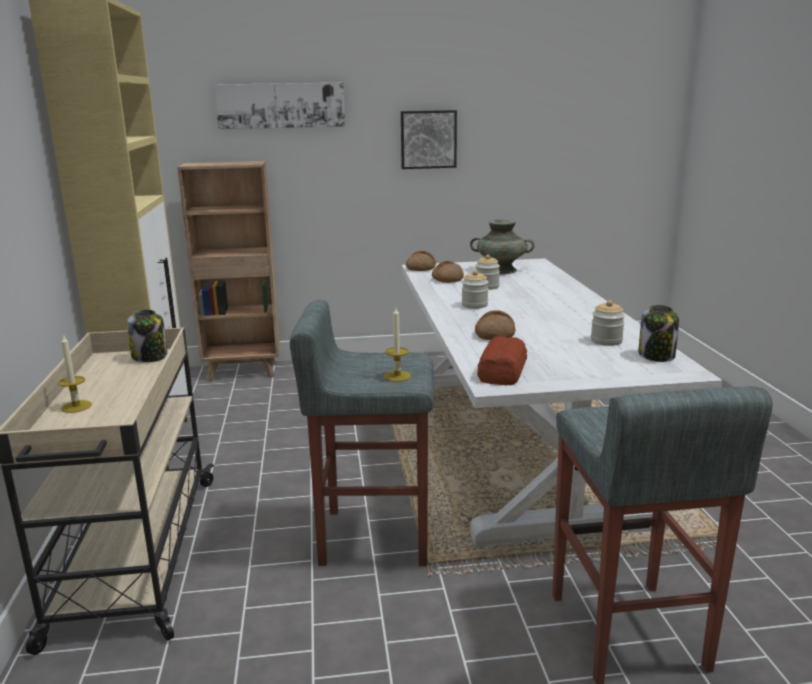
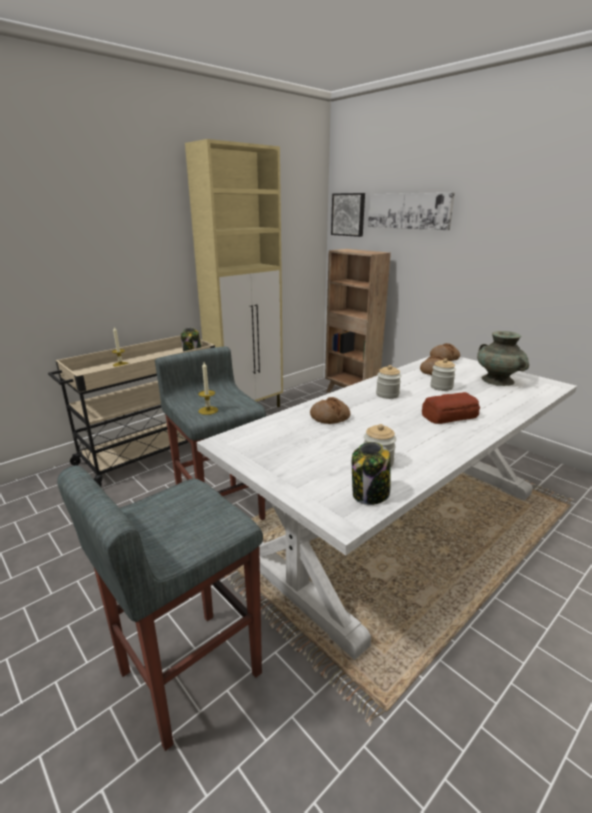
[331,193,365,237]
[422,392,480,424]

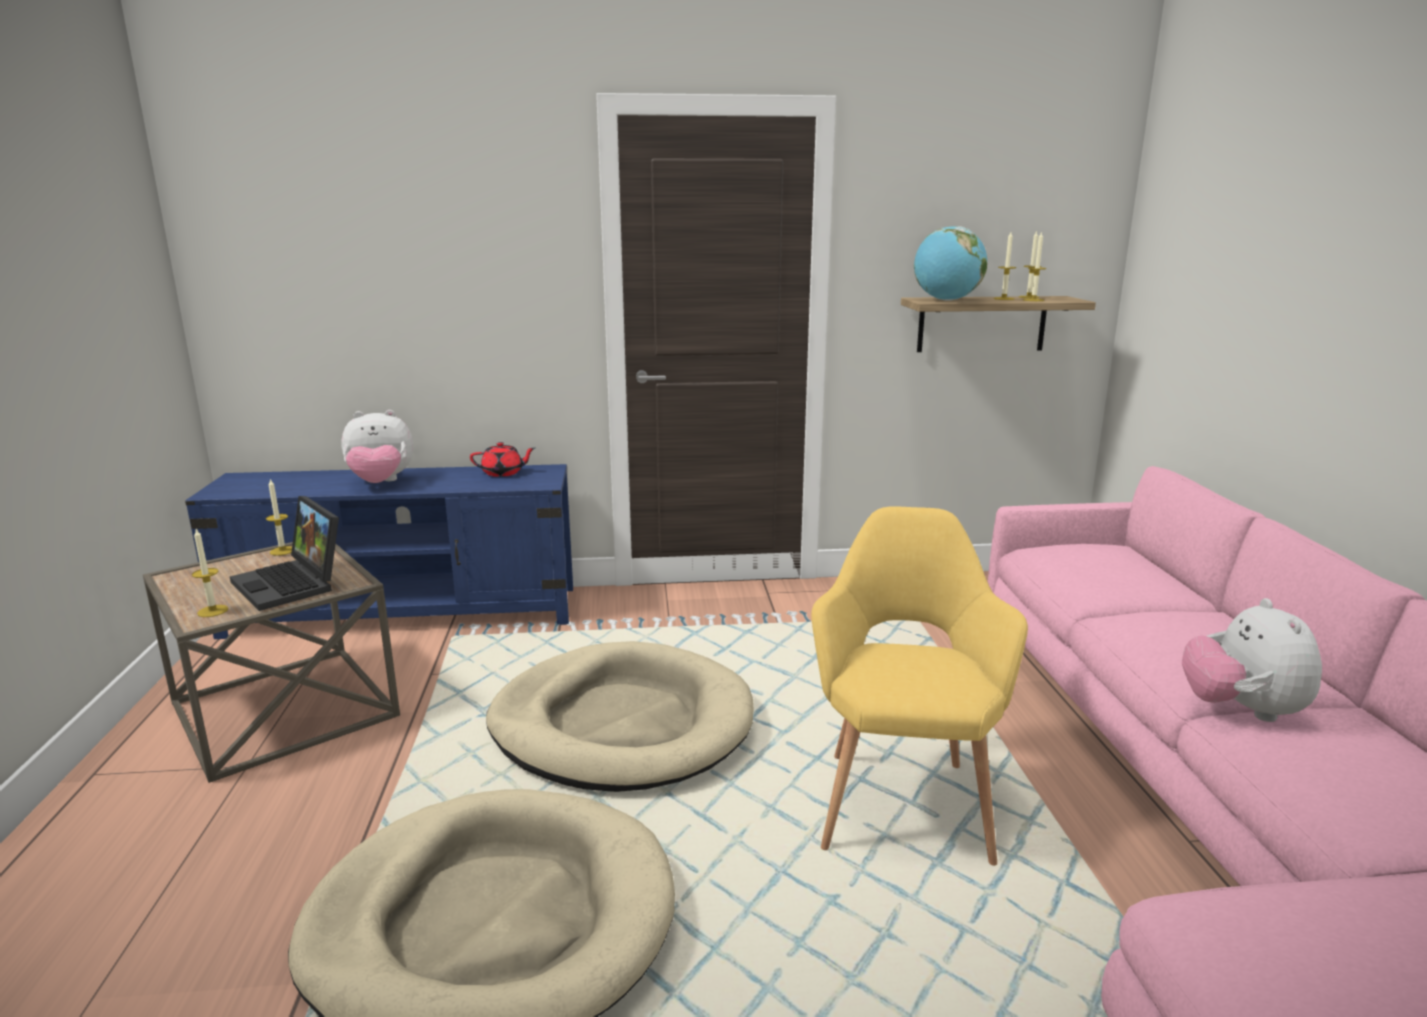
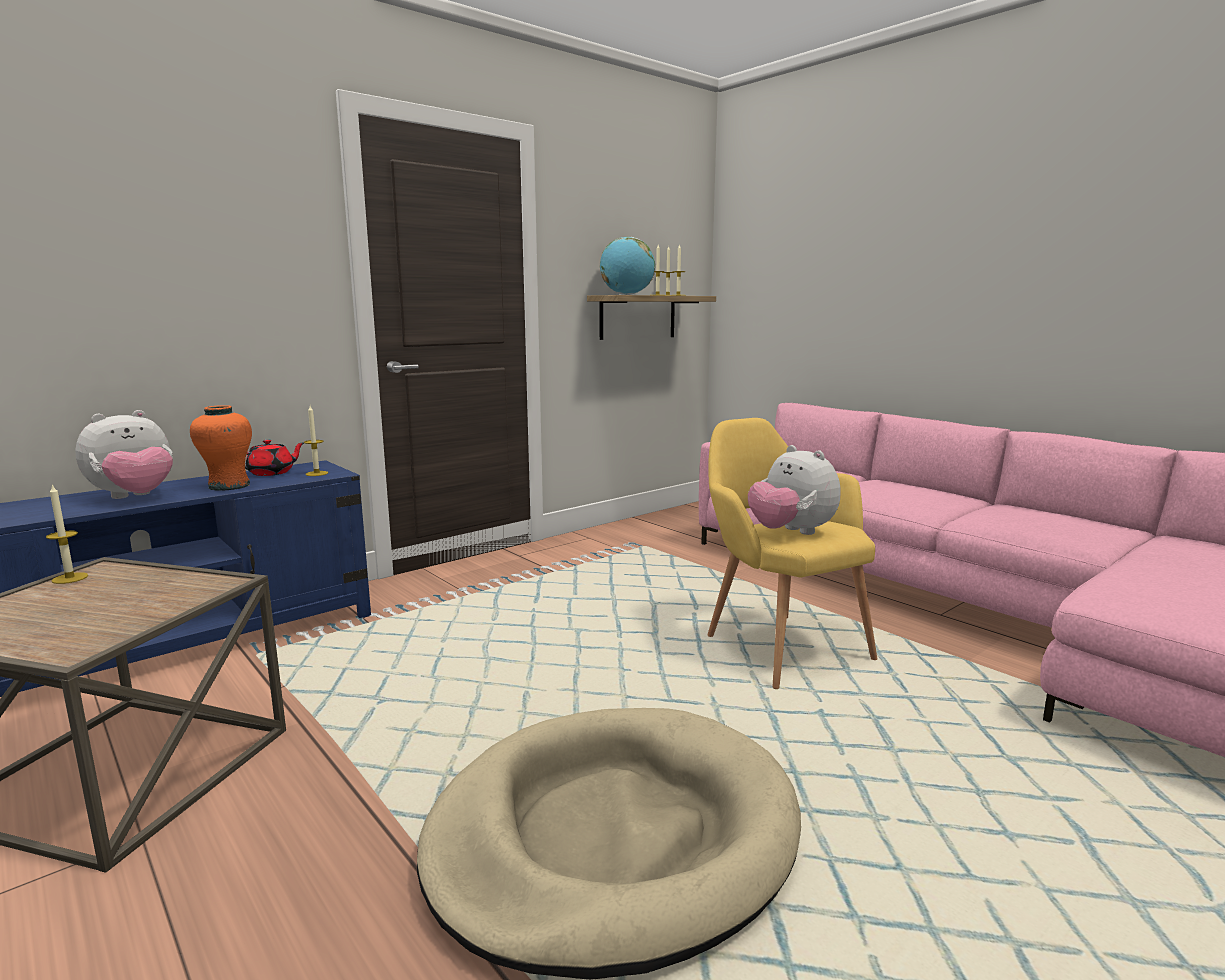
[230,496,339,611] (first image)
[486,641,754,792] (first image)
[190,405,252,491]
[304,406,328,476]
[748,445,840,535]

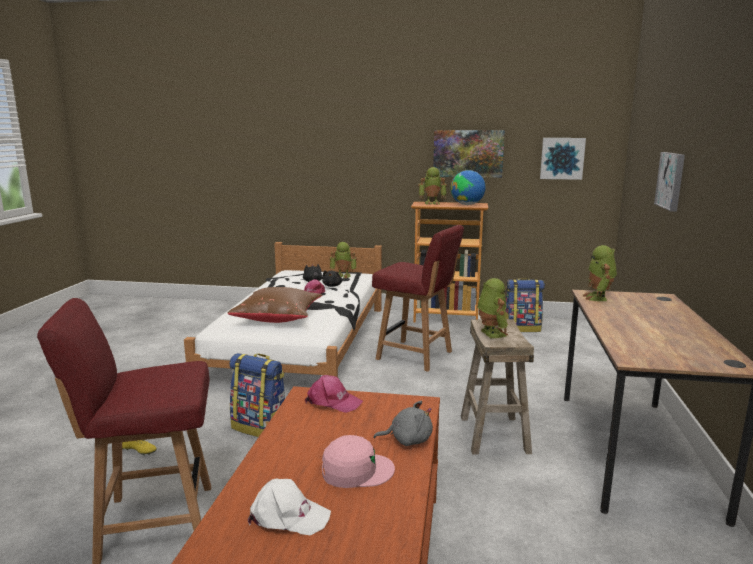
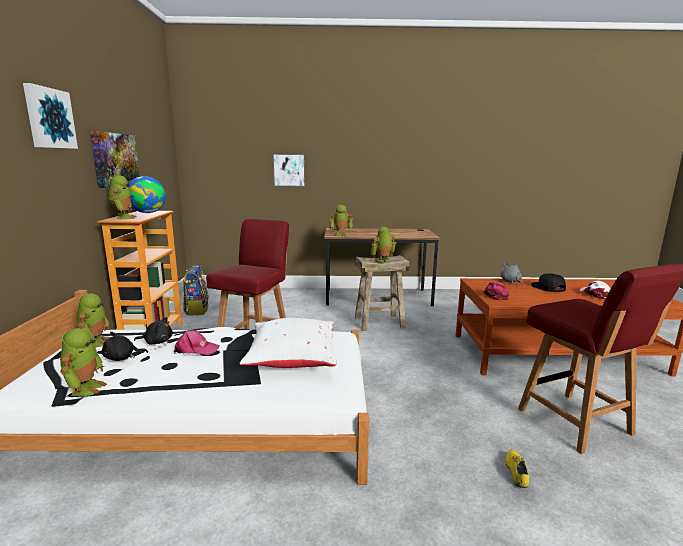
[229,353,285,437] (first image)
[60,328,107,396]
[23,83,78,149]
[240,318,337,368]
[531,273,566,292]

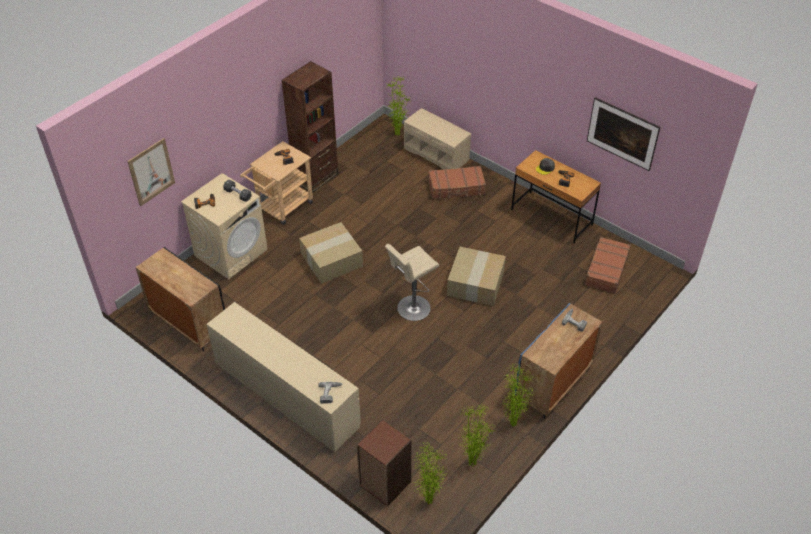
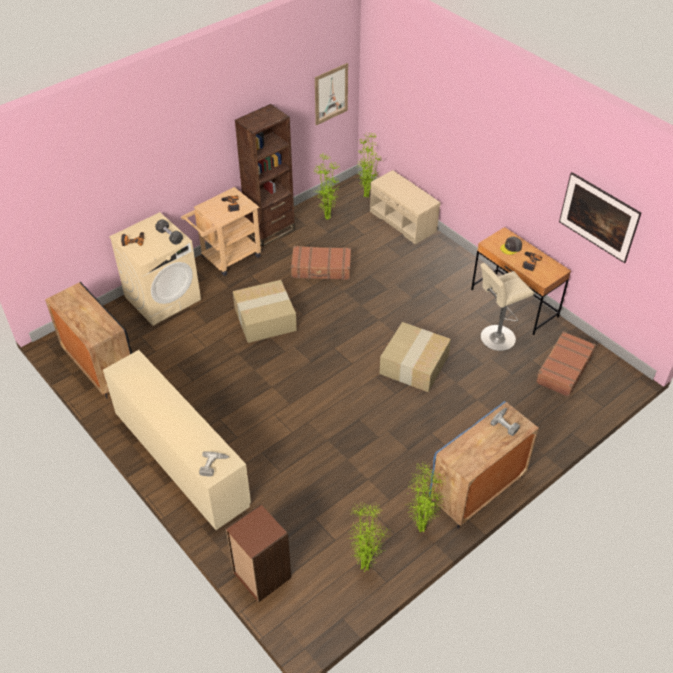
[315,63,348,125]
[480,263,534,351]
[313,152,339,219]
[291,246,351,280]

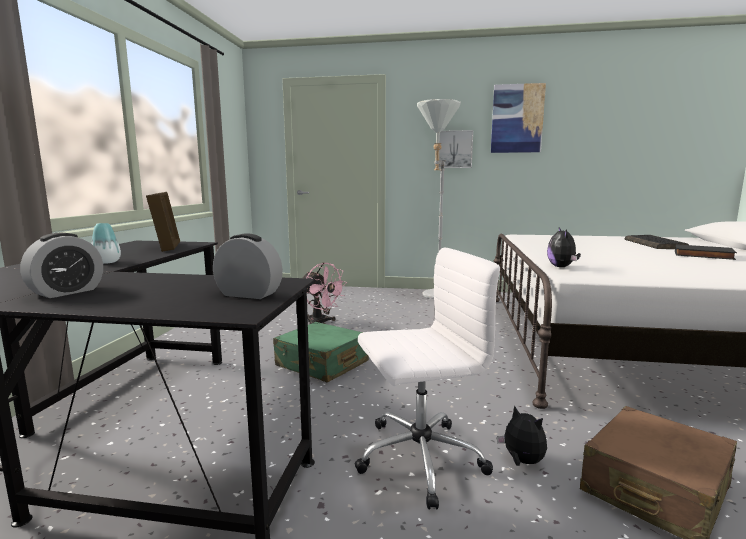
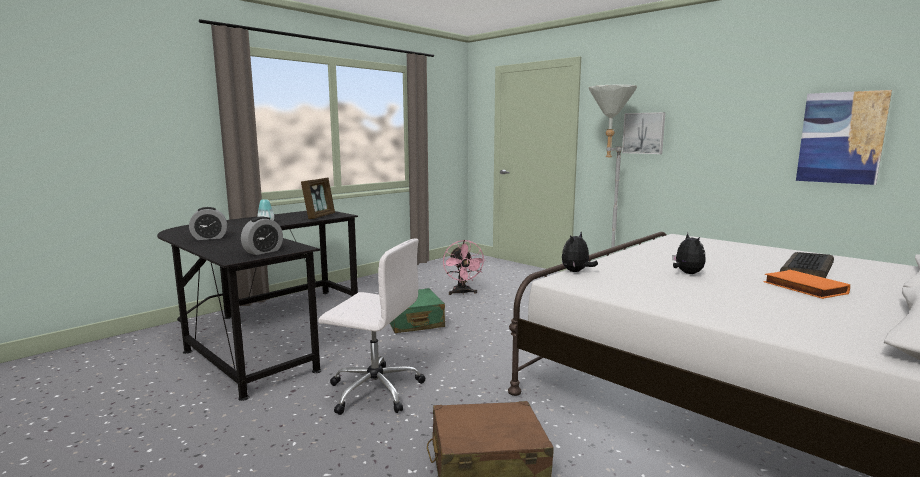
[796,90,892,185]
[672,233,706,274]
[764,270,850,299]
[241,217,283,255]

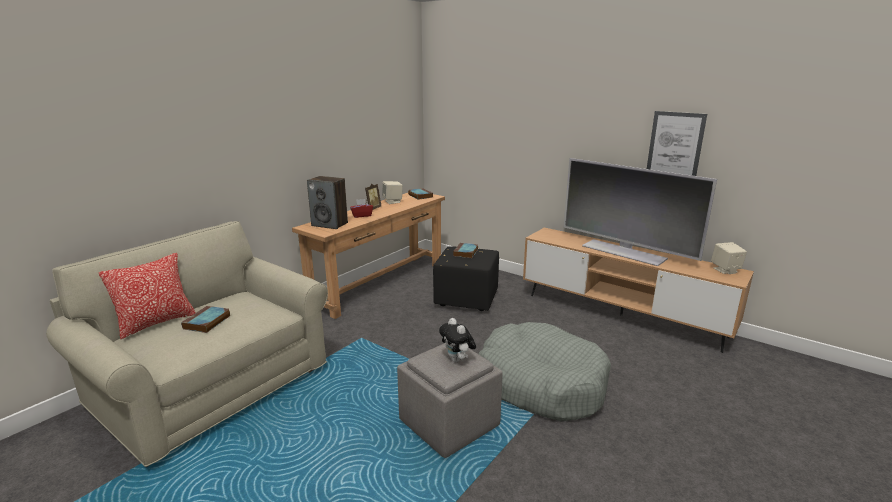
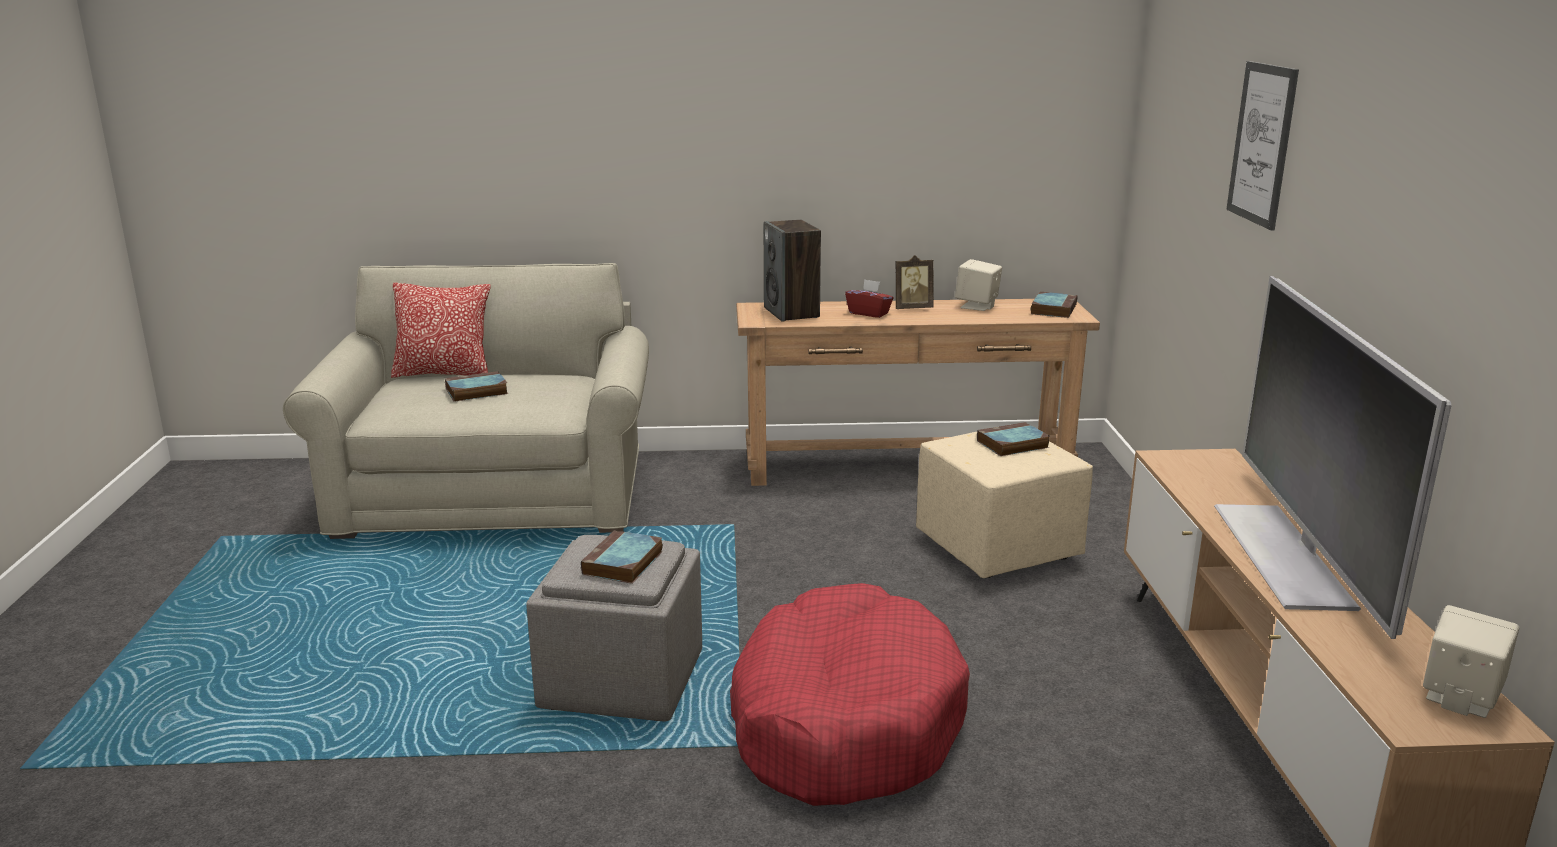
[1226,61,1299,231]
[581,530,663,584]
[916,432,1093,578]
[730,583,970,806]

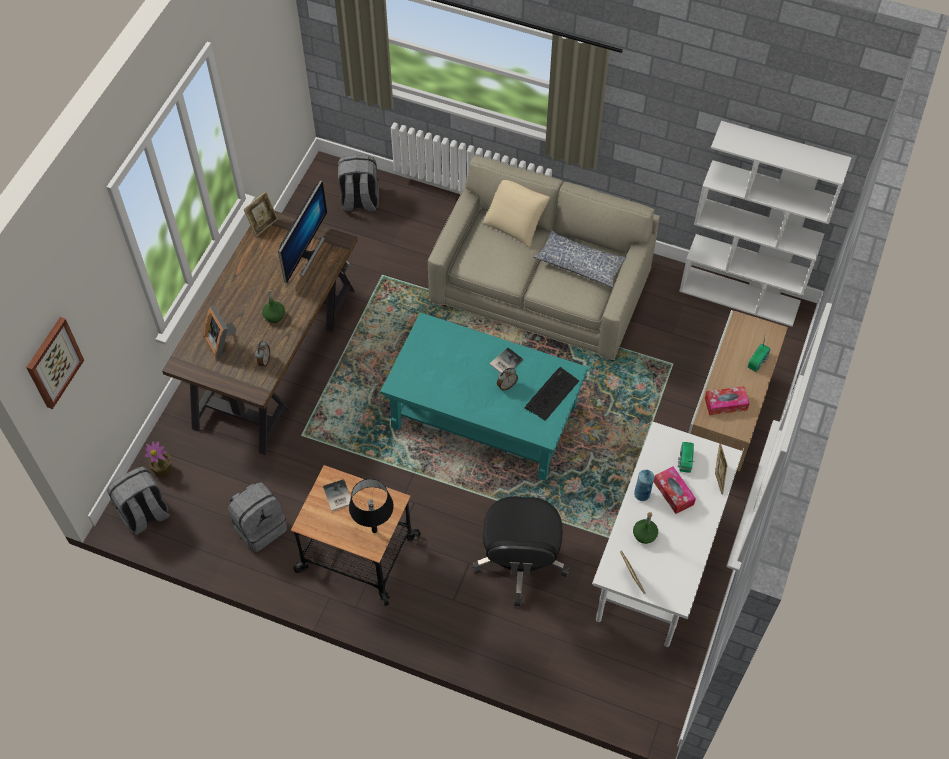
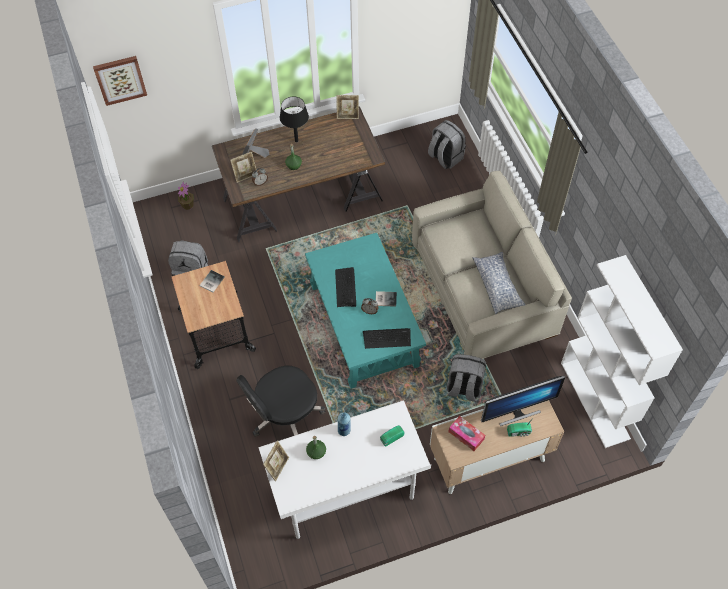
[483,180,550,248] (first image)
[654,466,696,514] (first image)
[335,267,356,307]
[447,354,486,402]
[481,376,565,426]
[280,96,309,142]
[230,151,257,183]

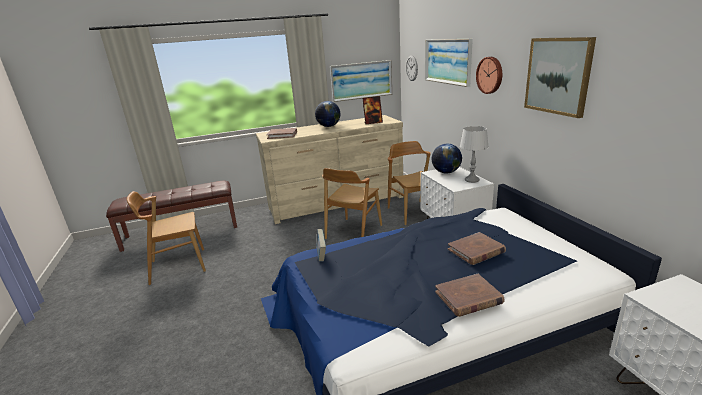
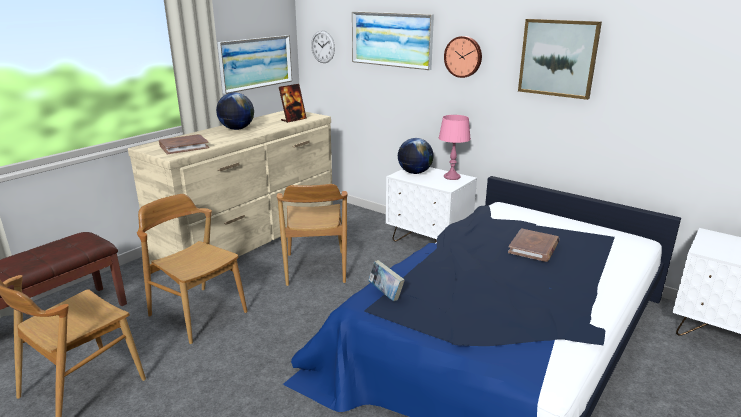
[435,274,505,317] (first image)
[137,194,247,344]
[439,115,471,180]

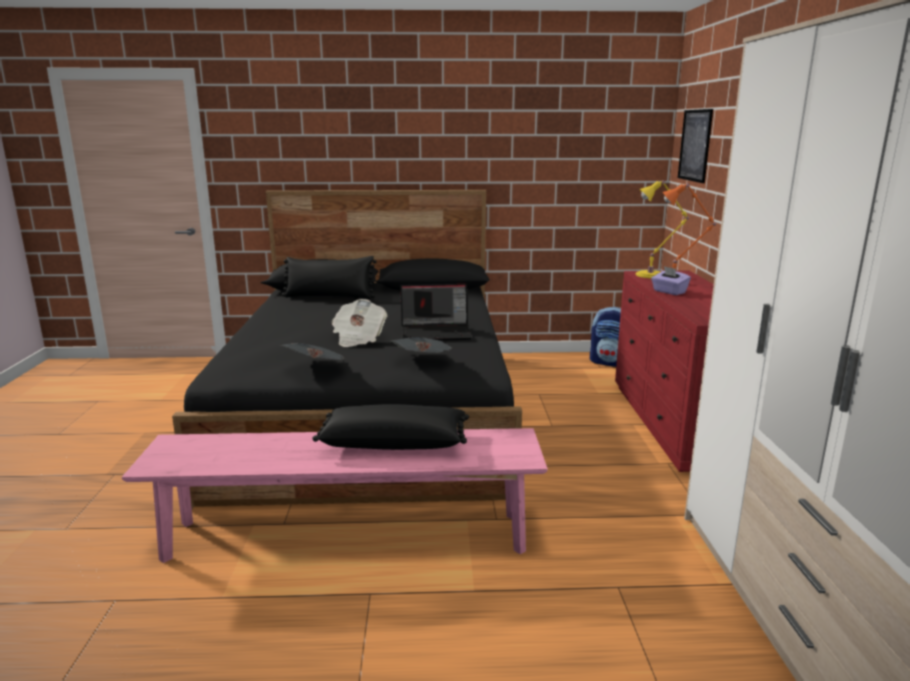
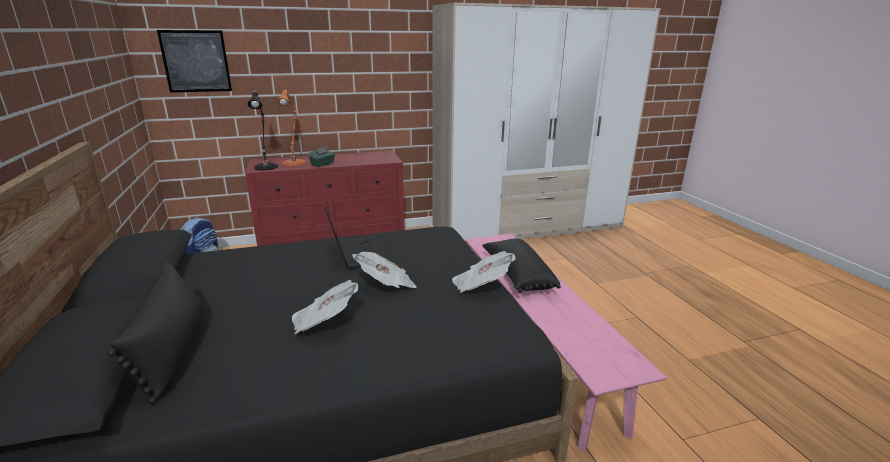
[292,280,358,334]
[248,91,278,170]
[308,147,335,167]

